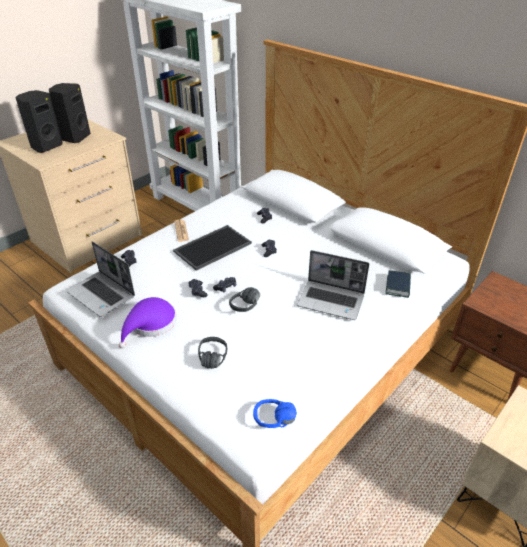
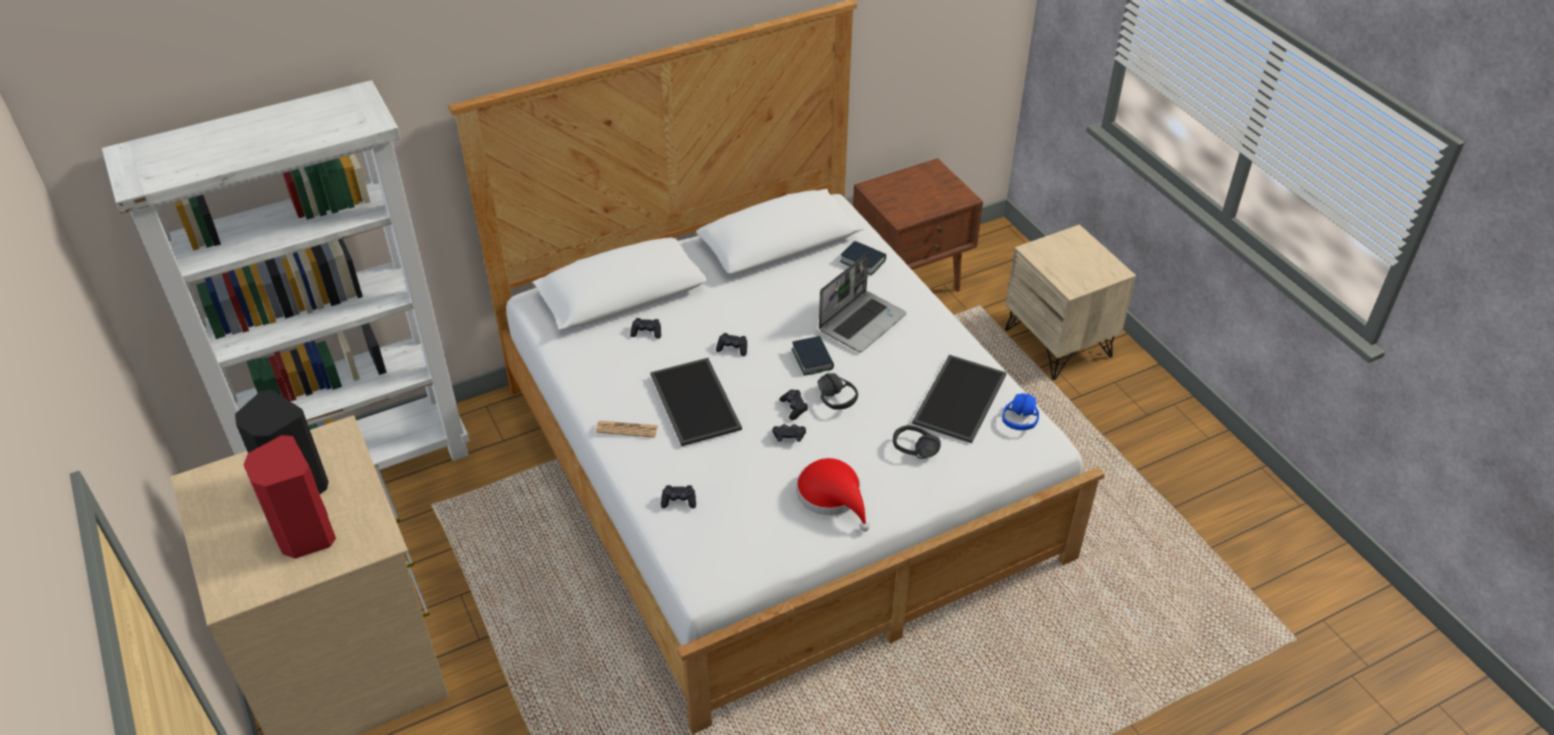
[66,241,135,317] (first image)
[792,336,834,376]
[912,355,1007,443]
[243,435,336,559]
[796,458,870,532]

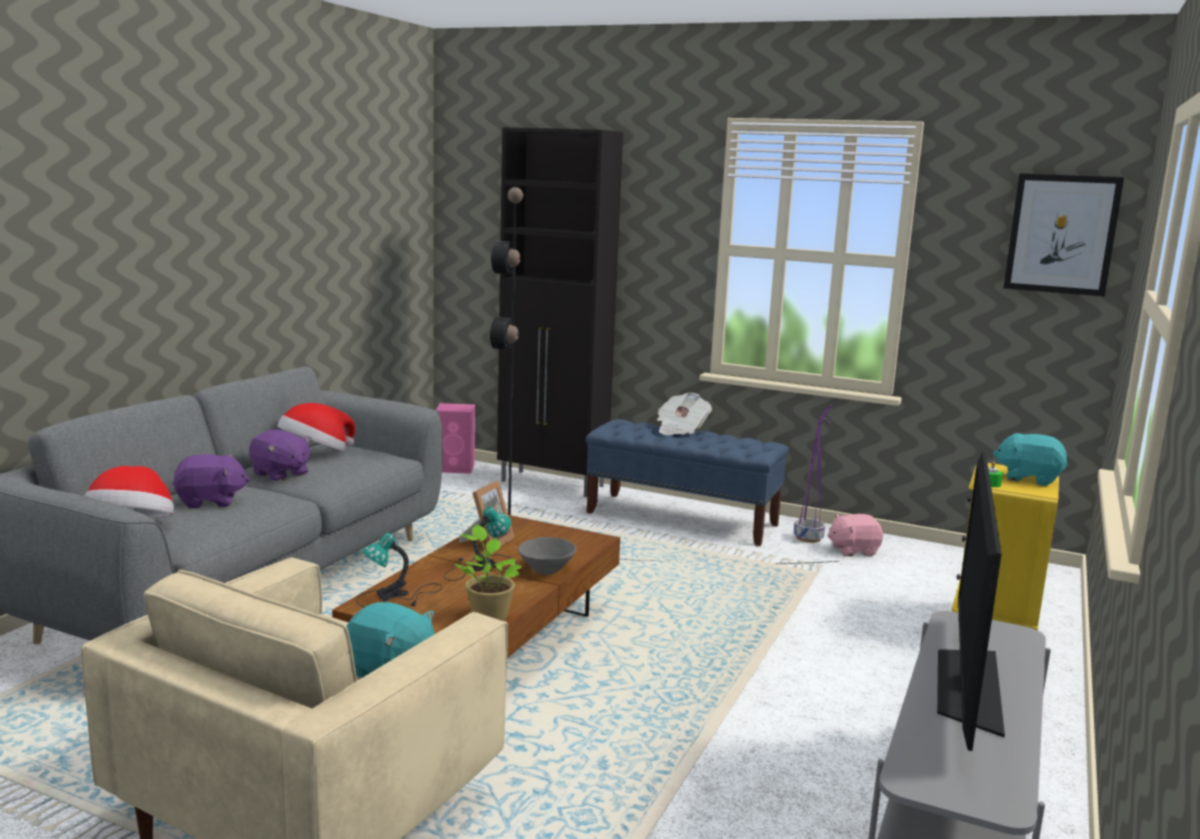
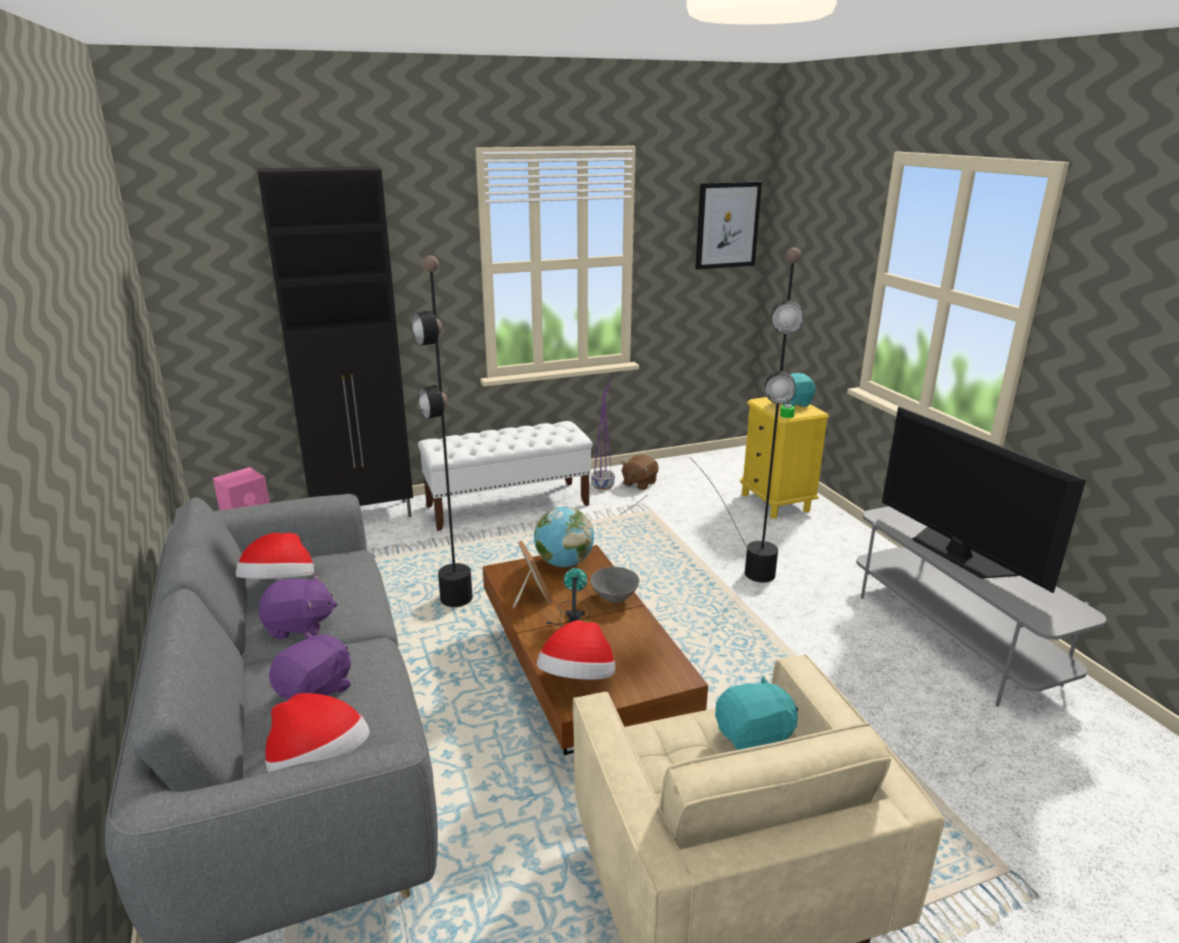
[454,524,523,621] (first image)
[657,393,712,435] (first image)
[534,506,594,567]
[694,248,804,582]
[537,620,615,680]
[418,421,593,531]
[621,455,658,490]

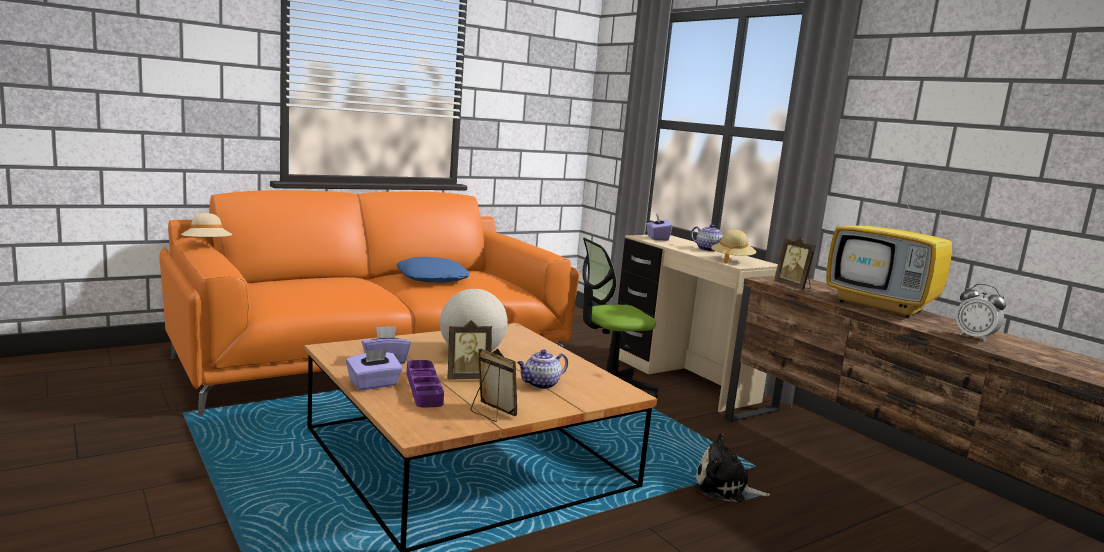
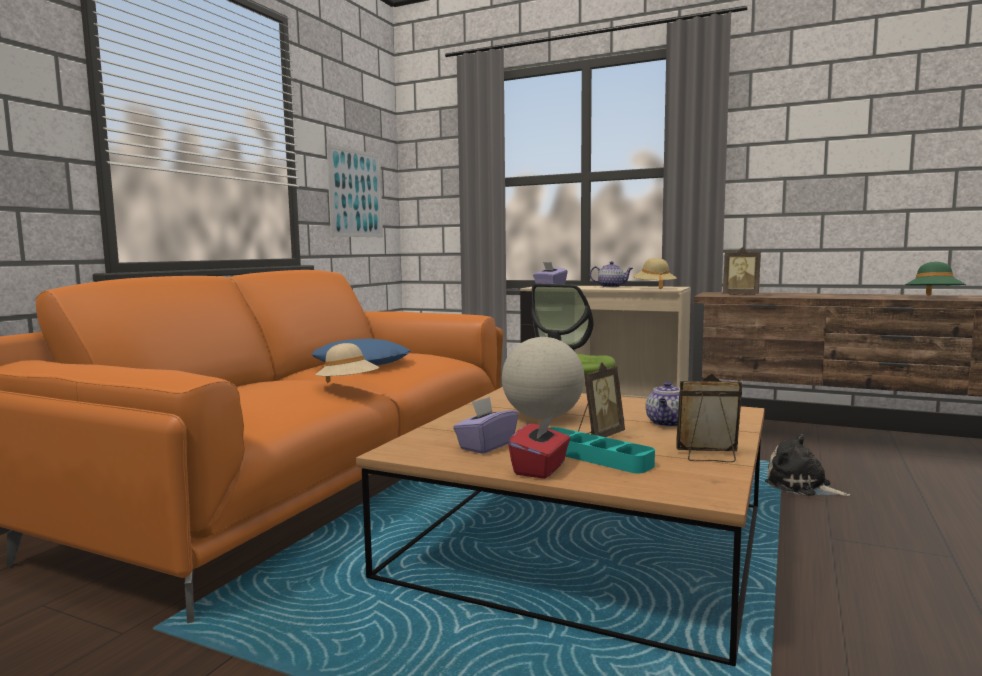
[826,184,952,318] (first image)
[327,143,383,237]
[315,343,379,383]
[905,262,966,296]
[508,416,570,479]
[549,427,655,473]
[765,434,850,496]

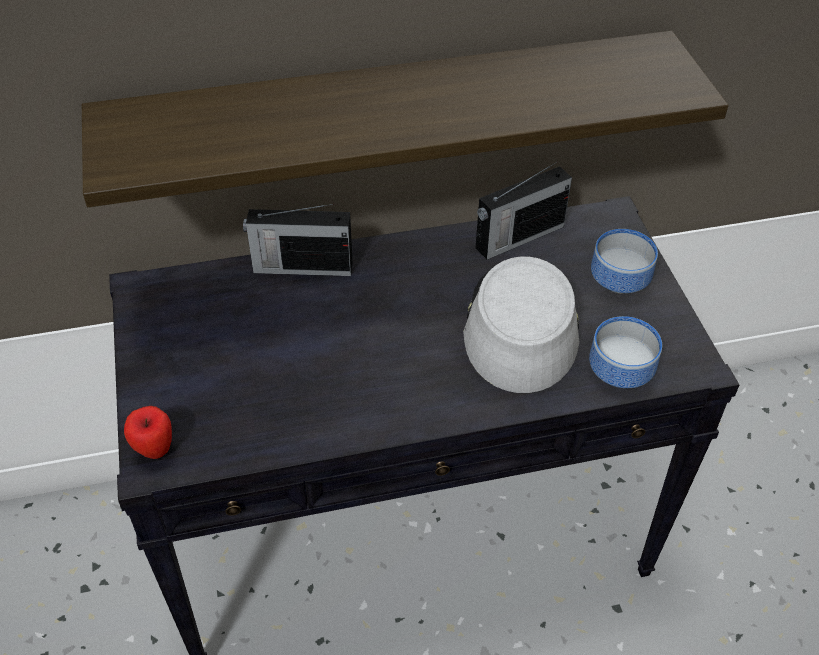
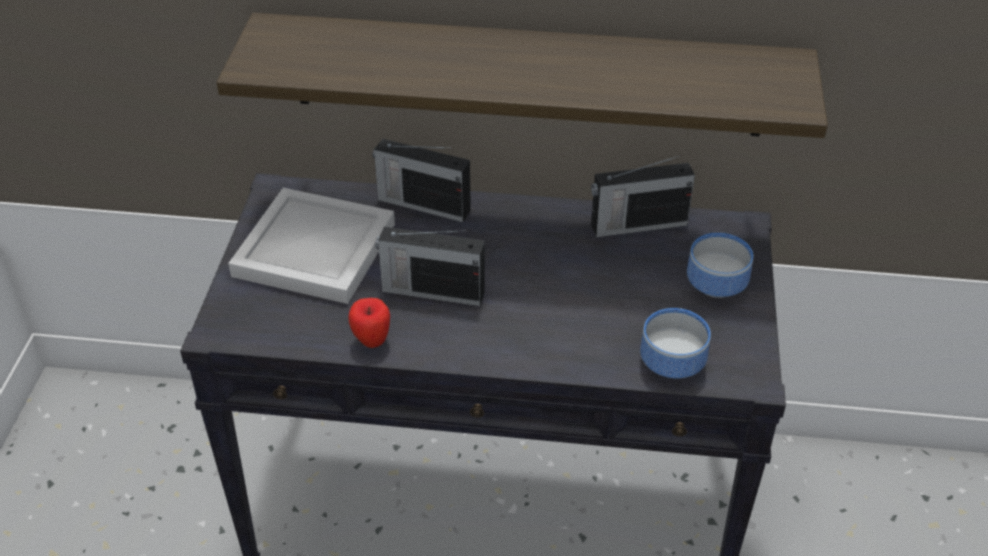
[463,256,580,393] (first image)
[228,188,395,304]
[375,227,485,306]
[348,298,390,348]

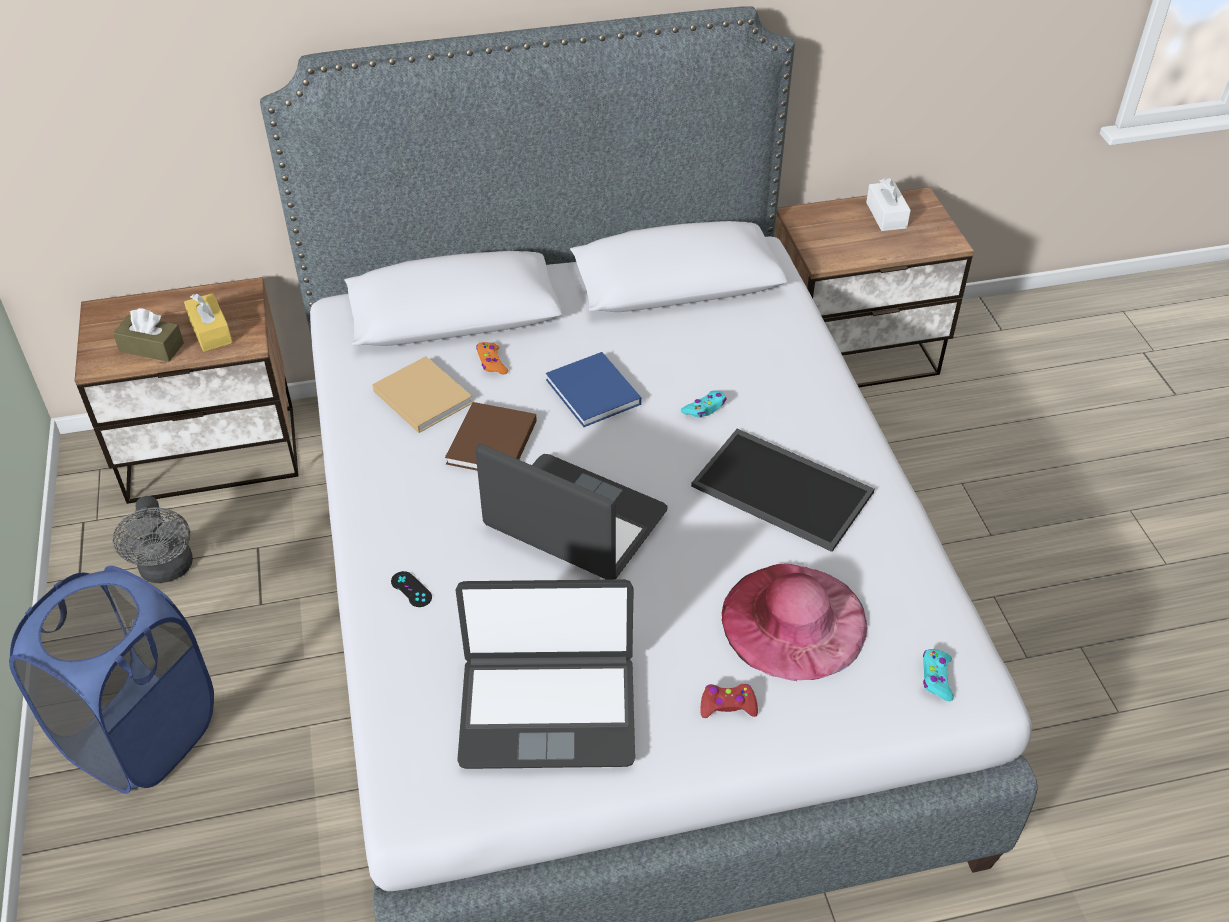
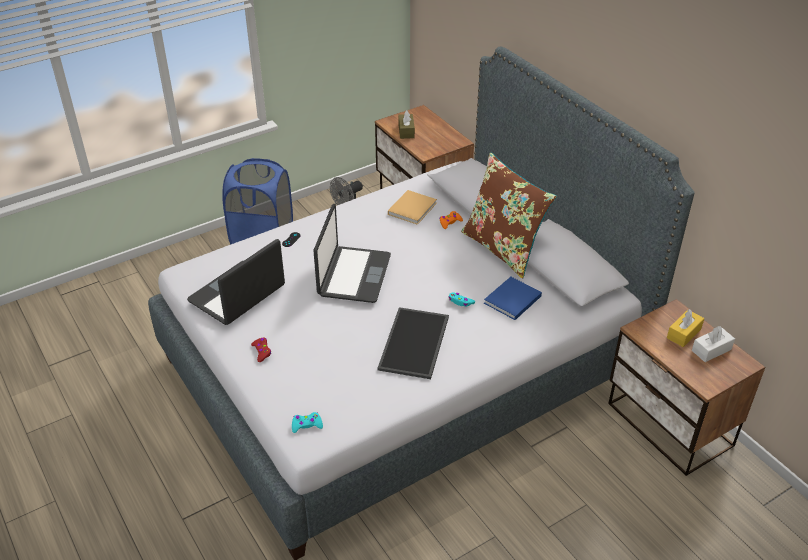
[445,402,537,471] (first image)
[722,564,867,681] (first image)
[461,152,557,279]
[667,309,704,347]
[484,277,542,320]
[187,239,285,325]

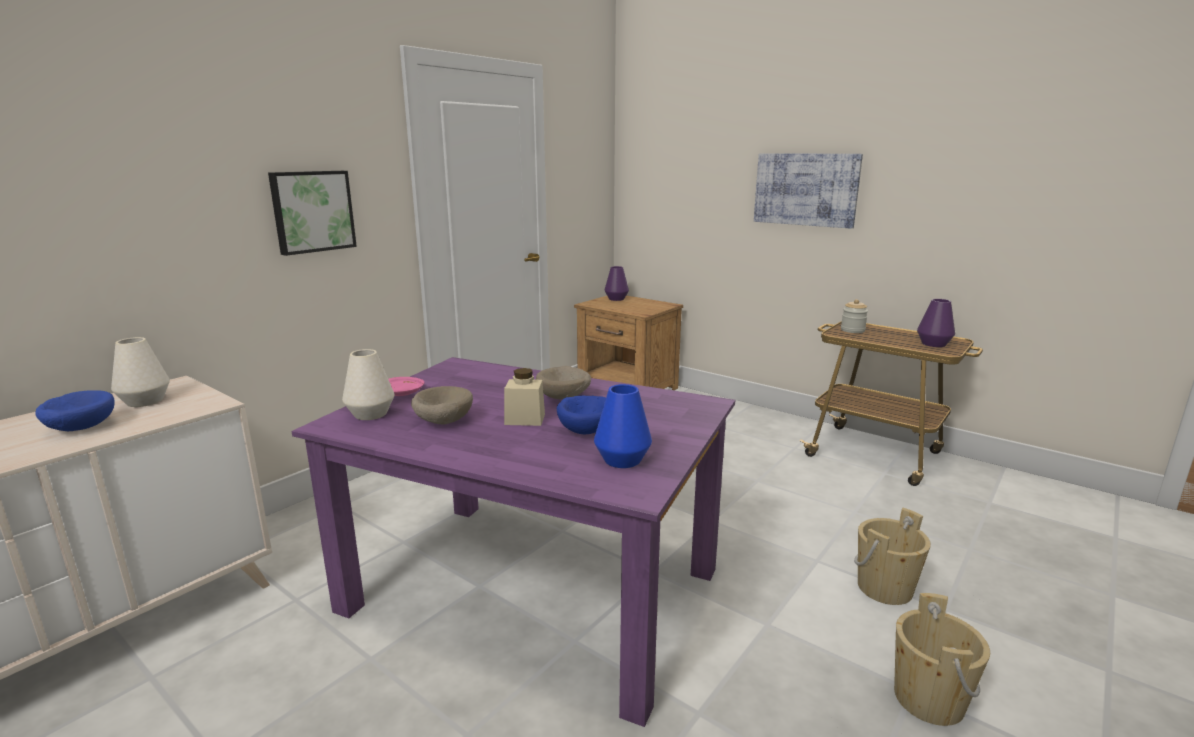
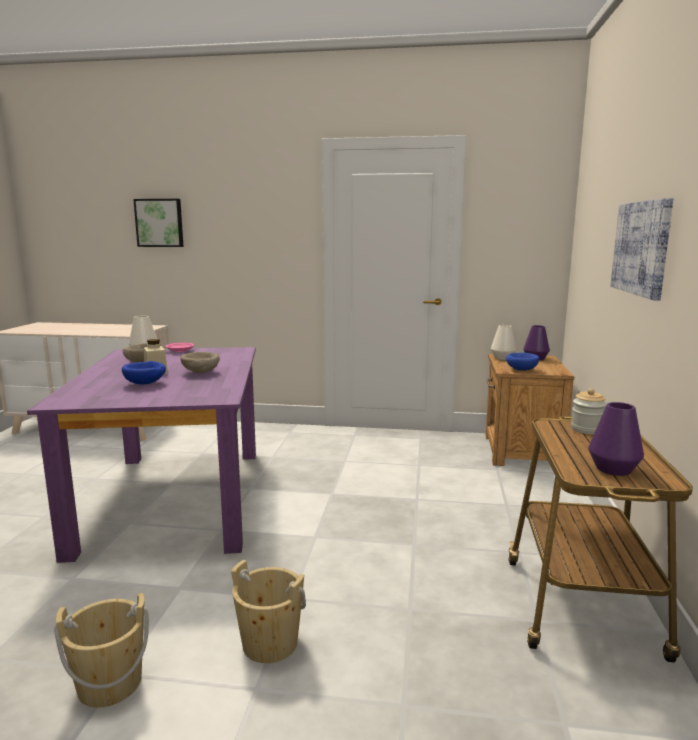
[594,384,652,468] (first image)
[506,353,539,371]
[491,325,517,360]
[133,199,184,247]

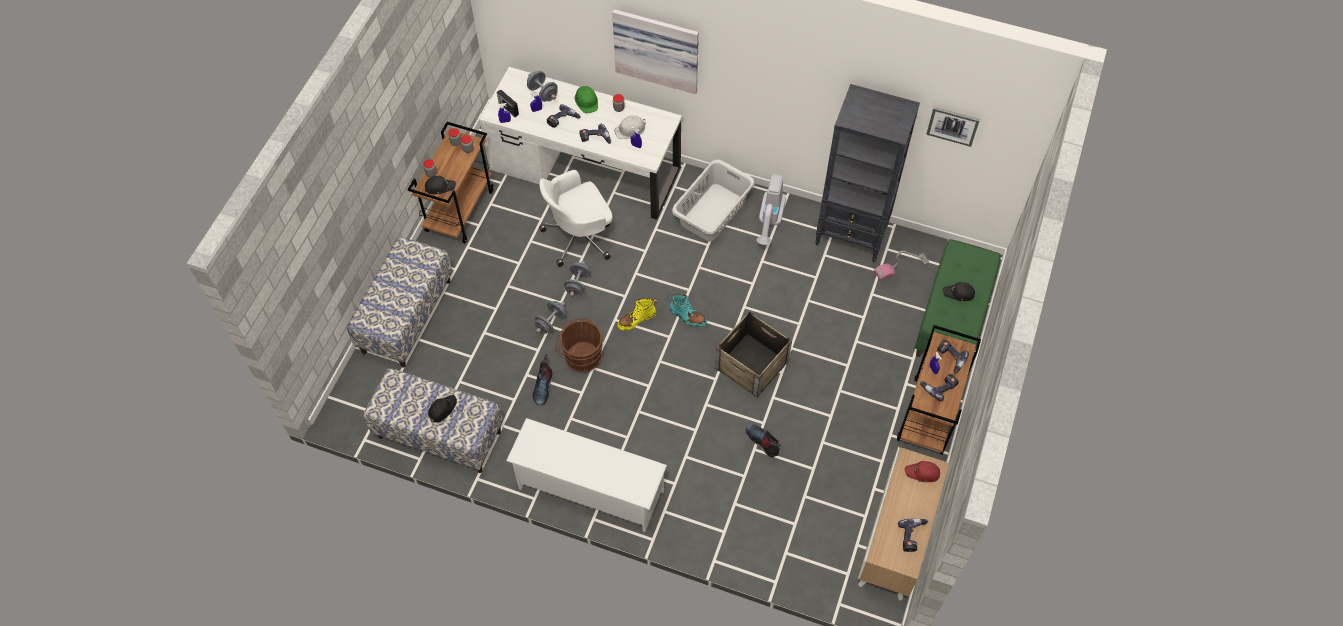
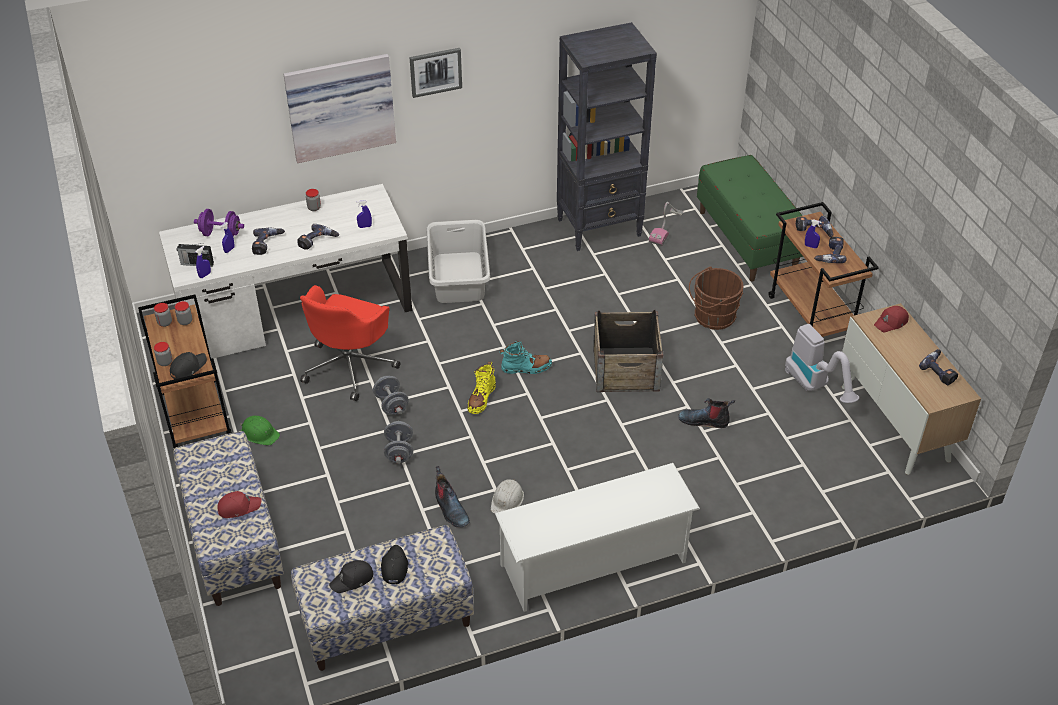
[217,491,261,518]
[689,267,743,330]
[240,416,280,446]
[491,479,524,514]
[785,324,859,403]
[410,48,462,98]
[329,560,373,593]
[194,209,244,237]
[300,285,400,401]

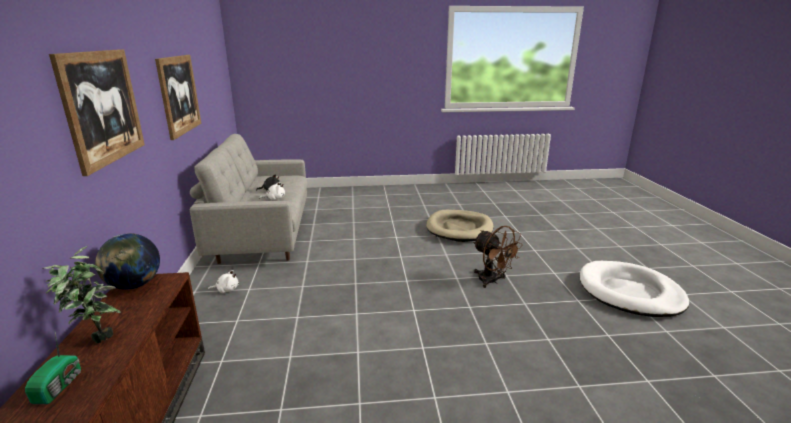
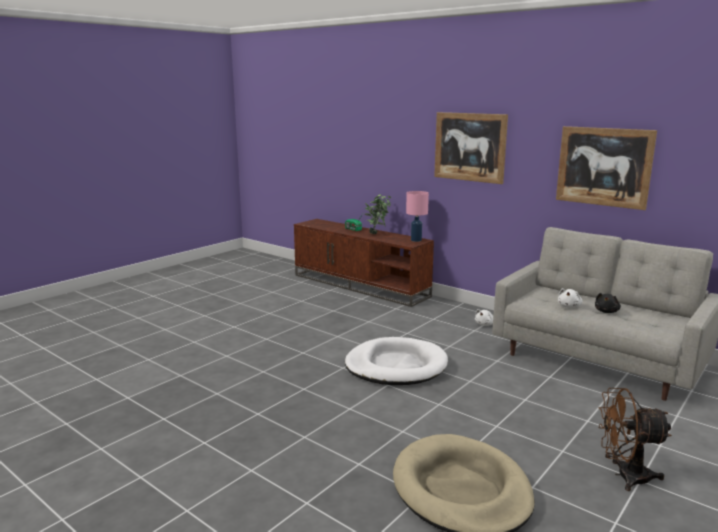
[598,388,672,491]
[345,337,448,385]
[406,191,429,242]

